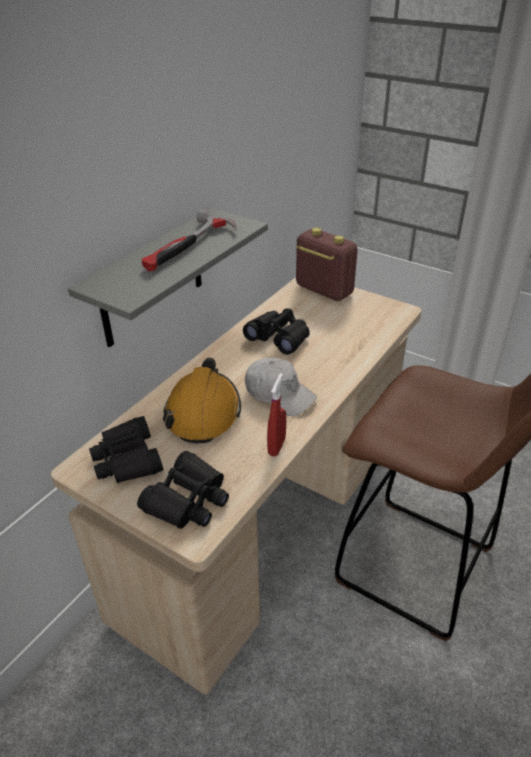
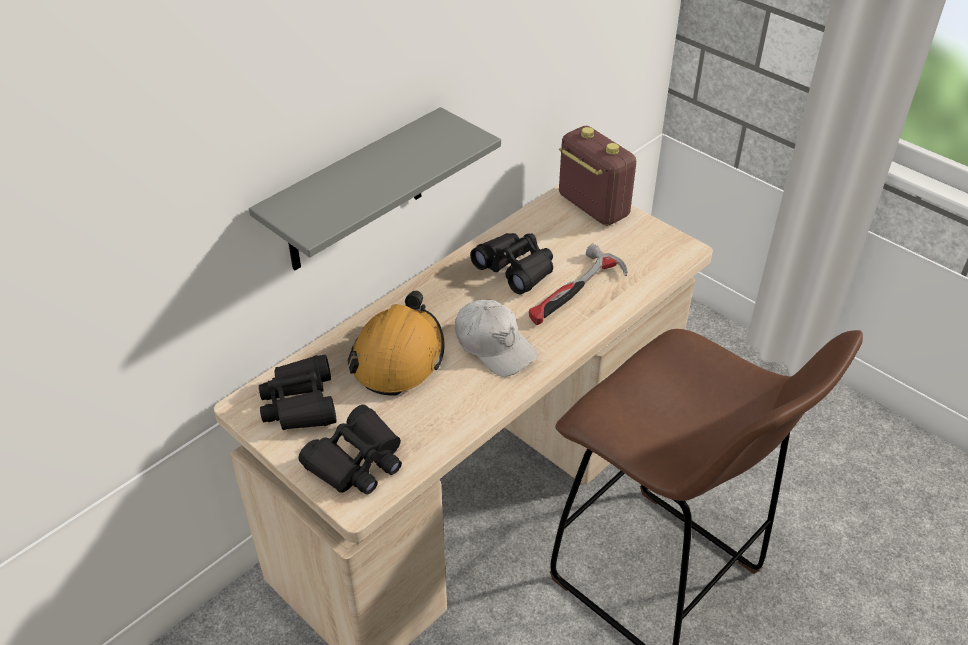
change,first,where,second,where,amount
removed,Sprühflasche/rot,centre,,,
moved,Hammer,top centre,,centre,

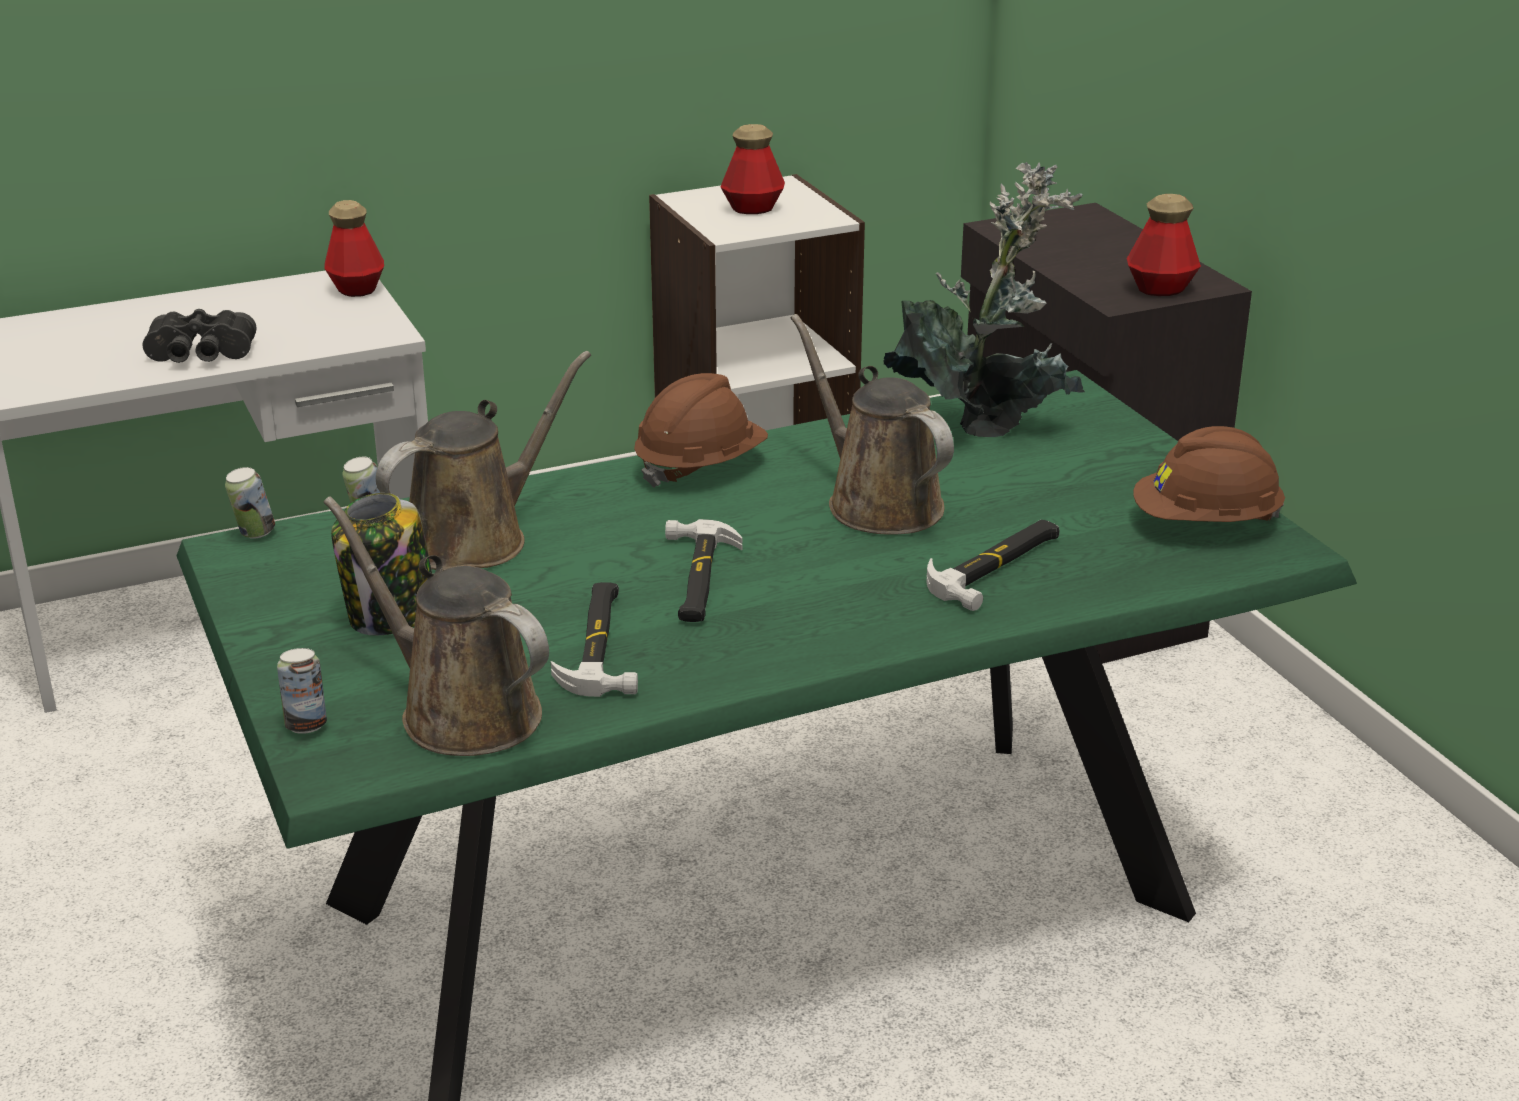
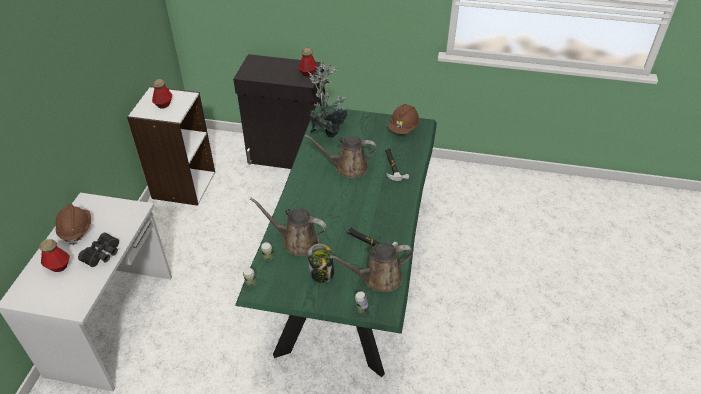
change,first,where,second,where,amount
removed,Hammer (2nd from left),centre,,,
moved,Flasche (1st from left),top left,,middle left,
moved,Schutzhelm/braun (1st from left),centre,,middle left,
turned,Gießkanne/braun (2nd from left in the first image),middle left,Gießkanne/braun (1st from left),centre,60 degrees counterclockwise

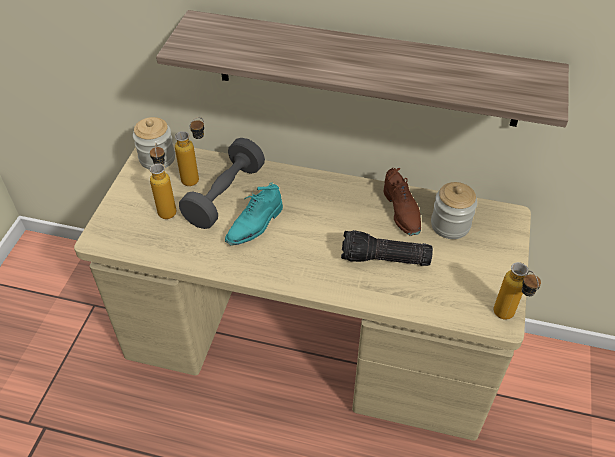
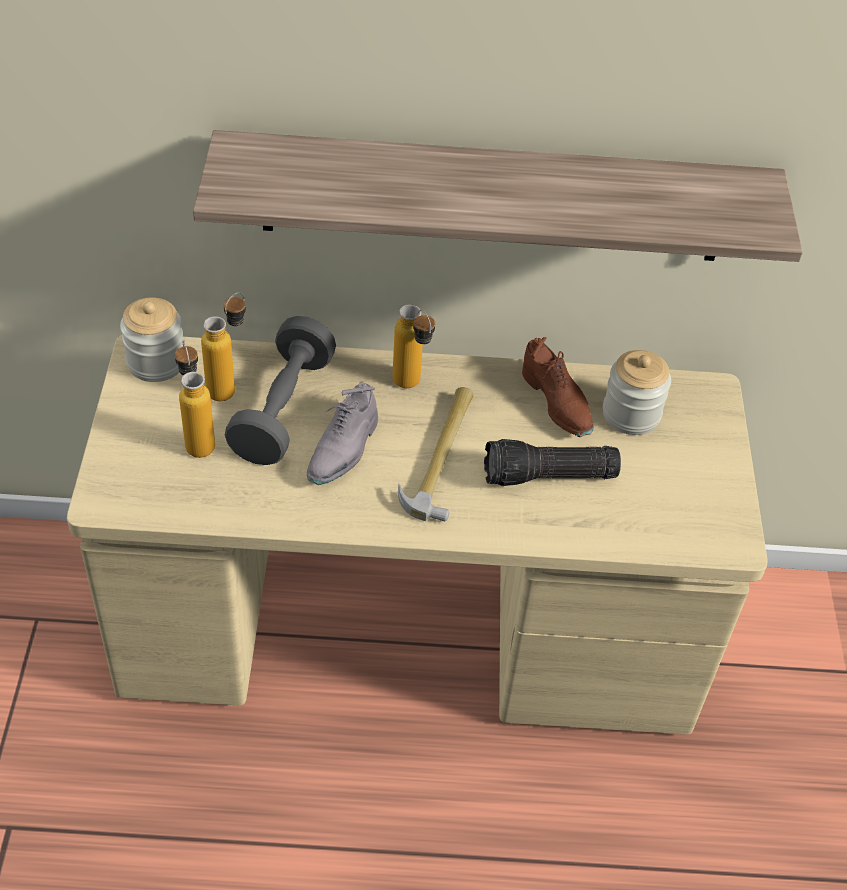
change,first,where,second,where,amount
added,,,Hammer,centre,
moved,Flasche (3rd from left),middle right,,centre,
recoloured,Schuh/türkis,centre,Schuh/grau,centre,

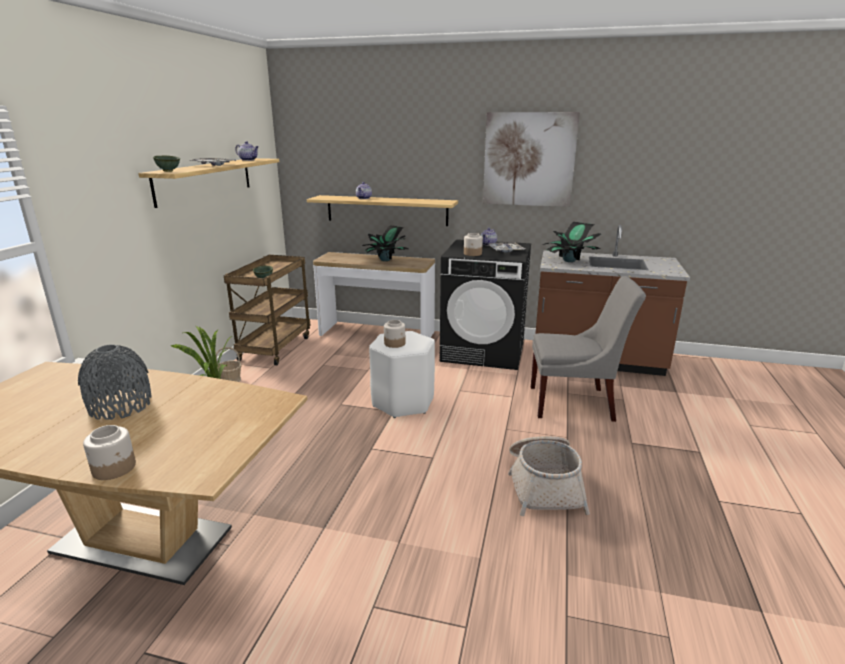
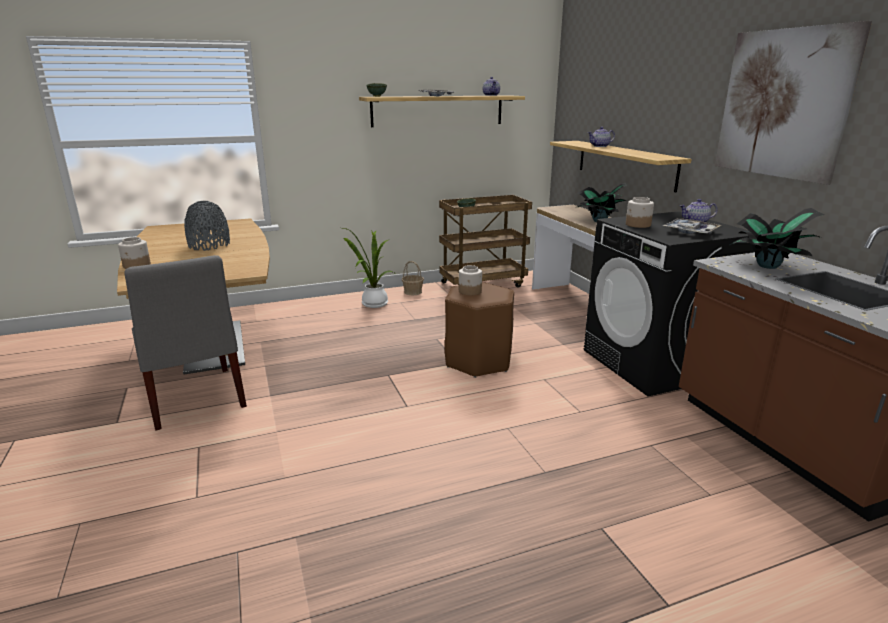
change,first,where,second,where,amount
removed,Korb (2nd from left),bottom centre,,,
moved,Stuhl/grau,middle right,,middle left,
recoloured,Hocker/weiß,centre,Hocker/braun,centre,

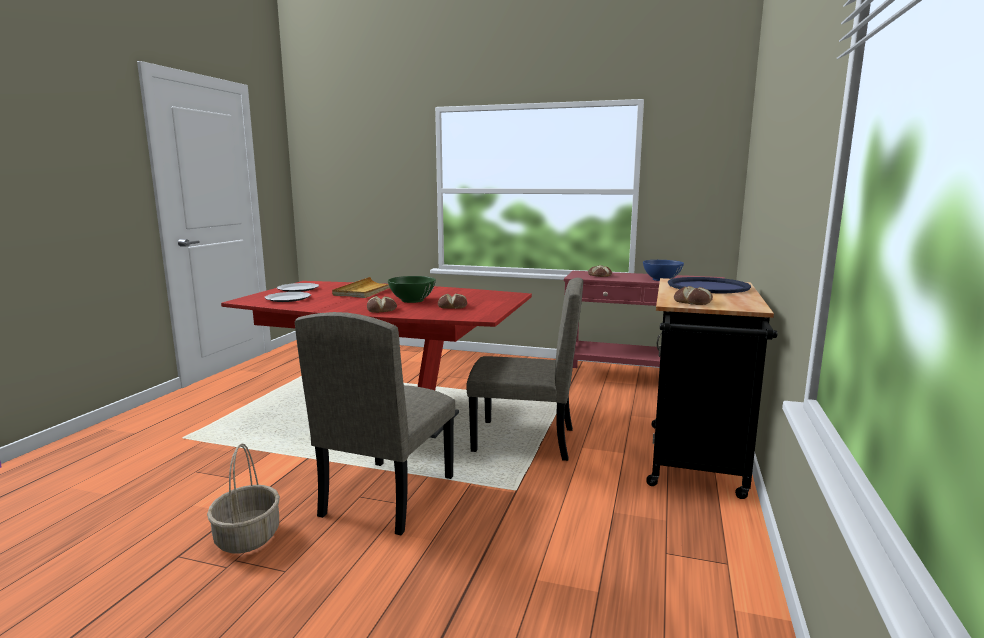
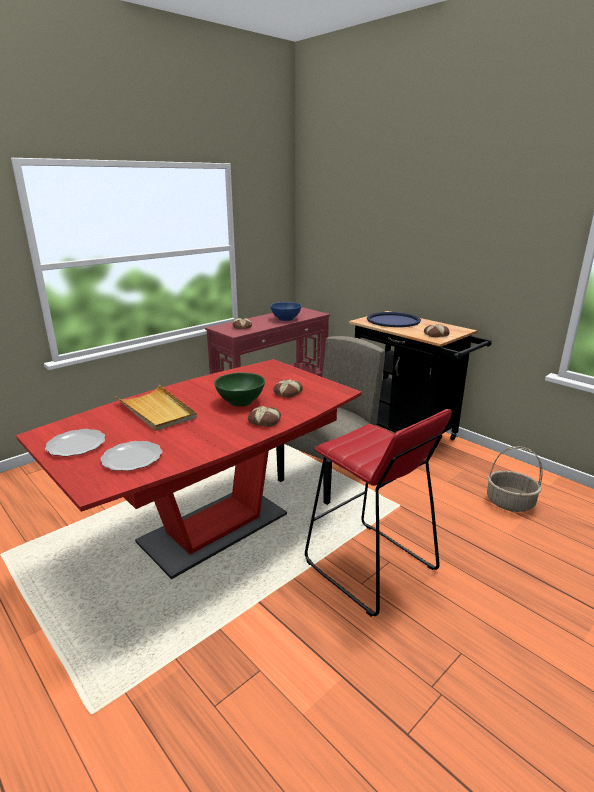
change,first,where,second,where,amount
moved,Korb,bottom left,,middle right,
replaced,Stuhl/beige (1st from left),centre,Hocker/rot,centre,

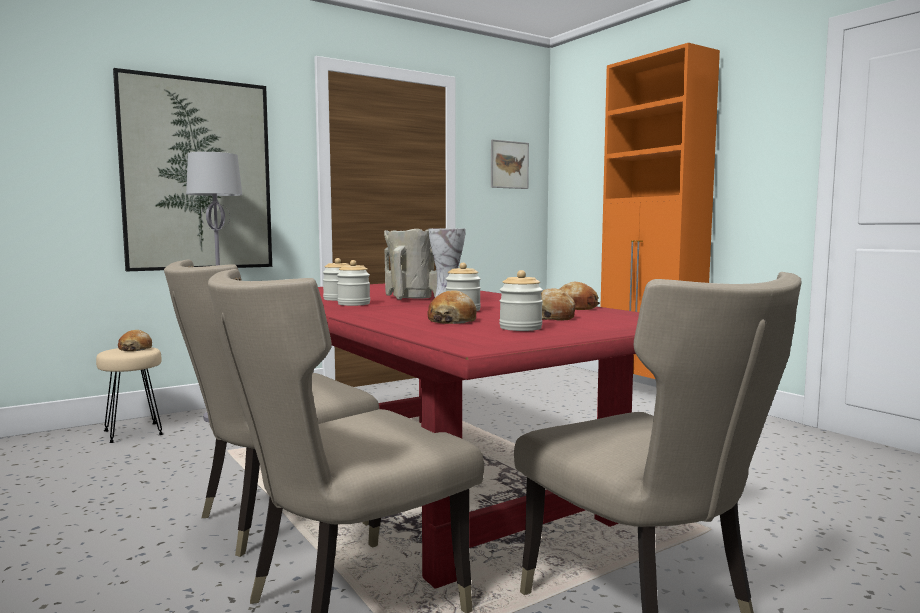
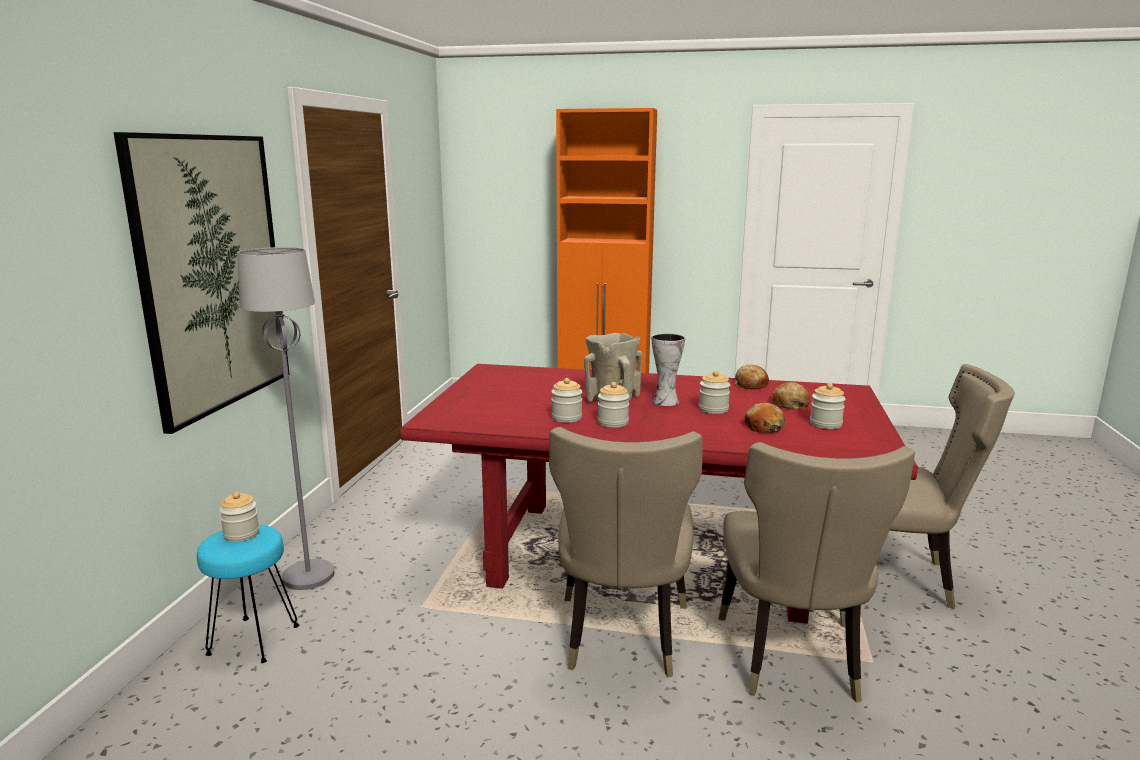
change,first,where,second,where,amount
removed,Bild (2nd from left),top centre,,,
replaced,Brot (1st from left),middle left,Vorratsglas (1st from left),bottom left,
recoloured,Hocker/beige,middle left,Hocker/türkis,bottom left,

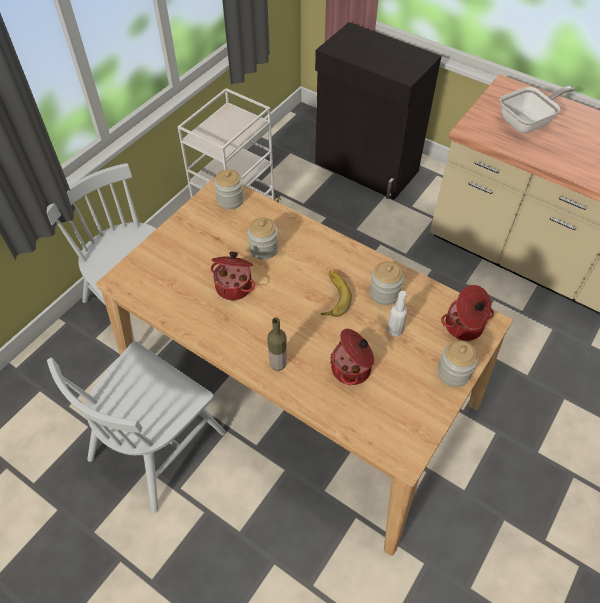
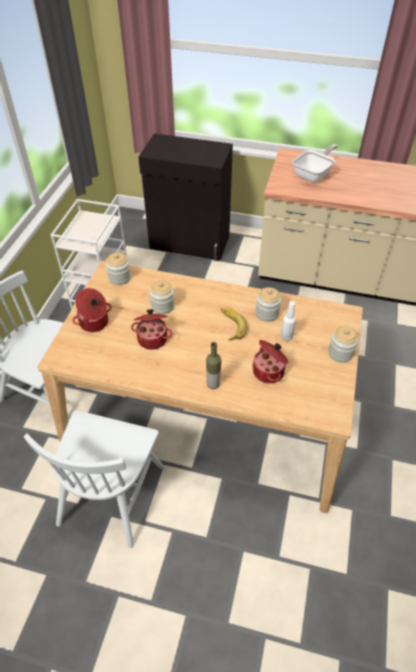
change,first,where,second,where,amount
moved,Kochtopf (3rd from left in the first image),middle right,Kochtopf (1st from left),middle left,

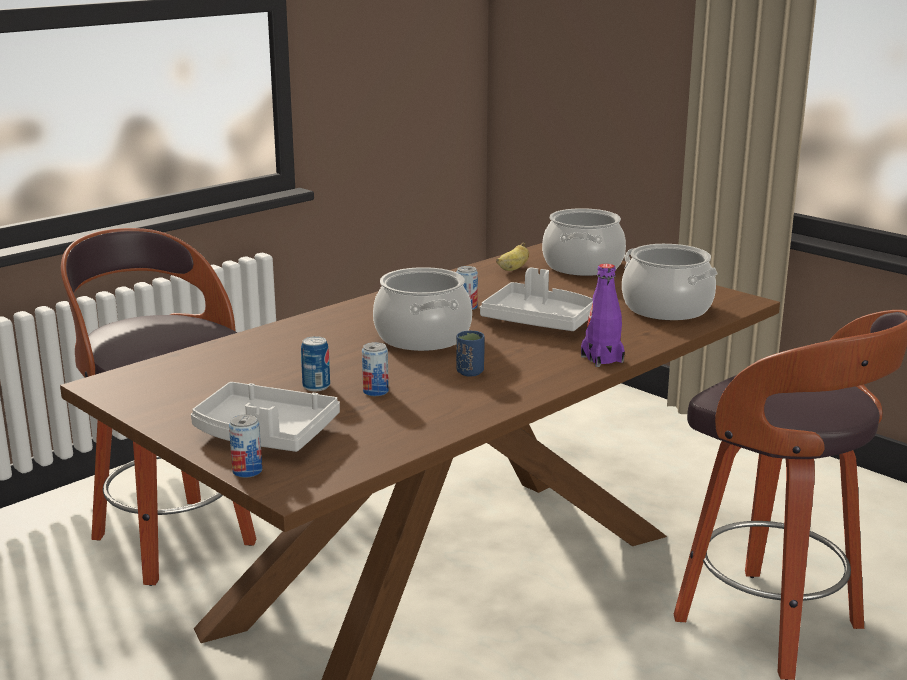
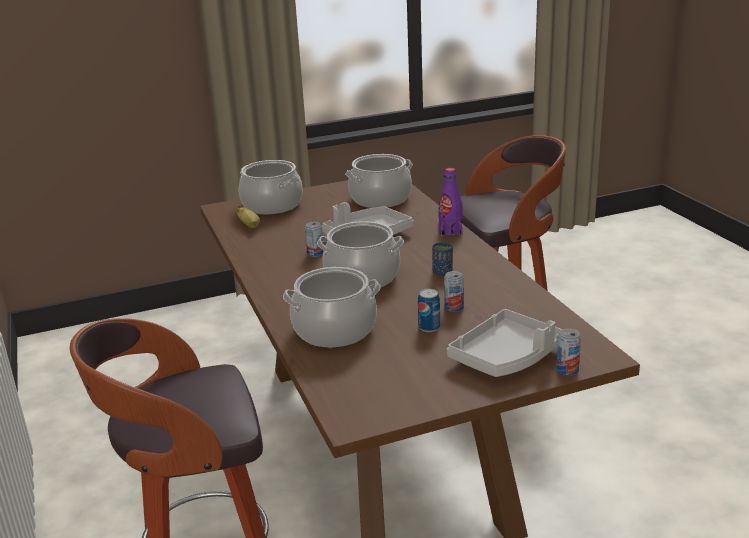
change,first,where,second,where,amount
added,,,Kochtopf (2nd from left),centre,

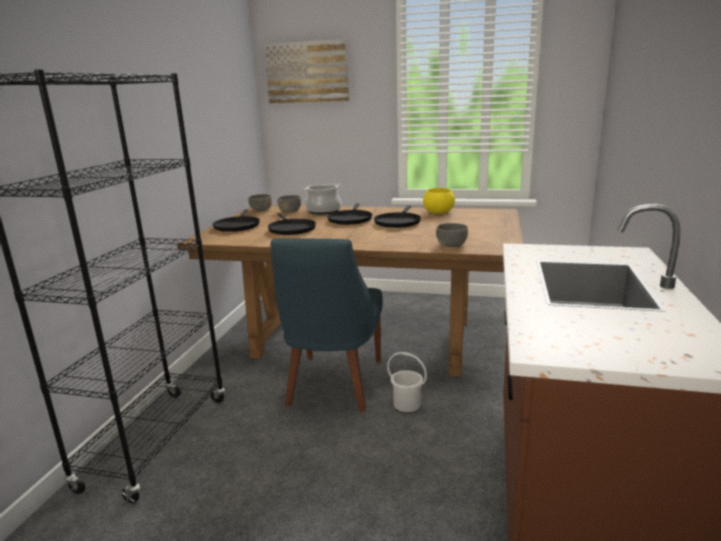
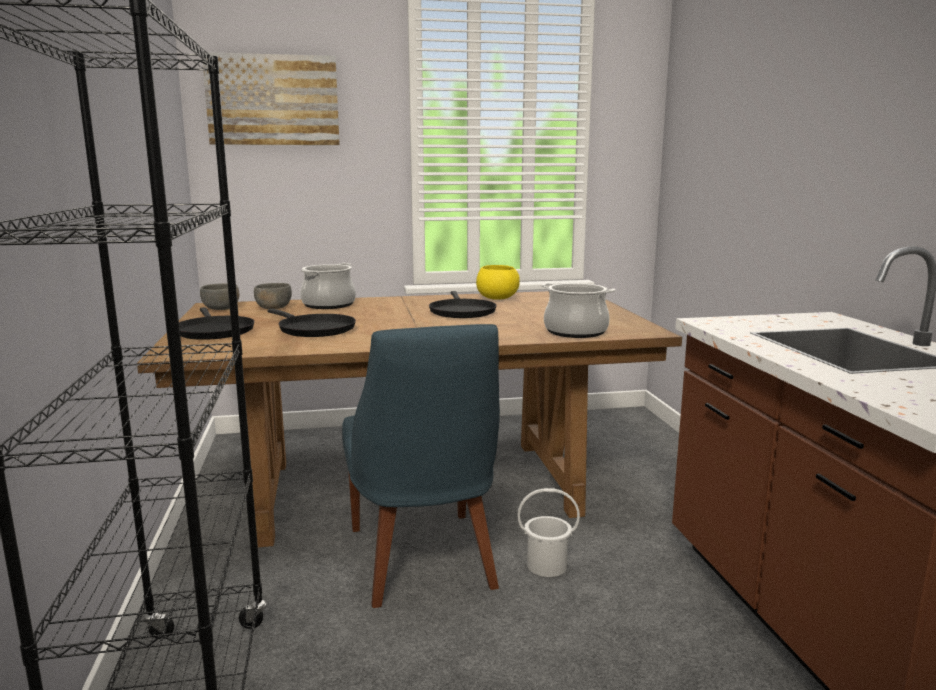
change,first,where,second,where,amount
removed,Pfanne/schwarz (3rd from left),centre,,,
replaced,Schüssel/grau (3rd from left),centre,Kochtopf (2nd from left),centre,

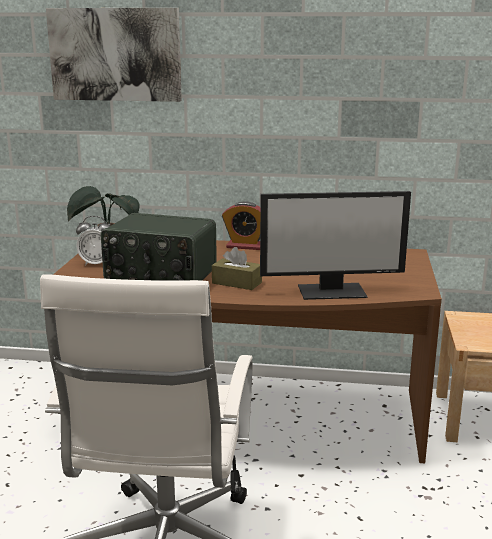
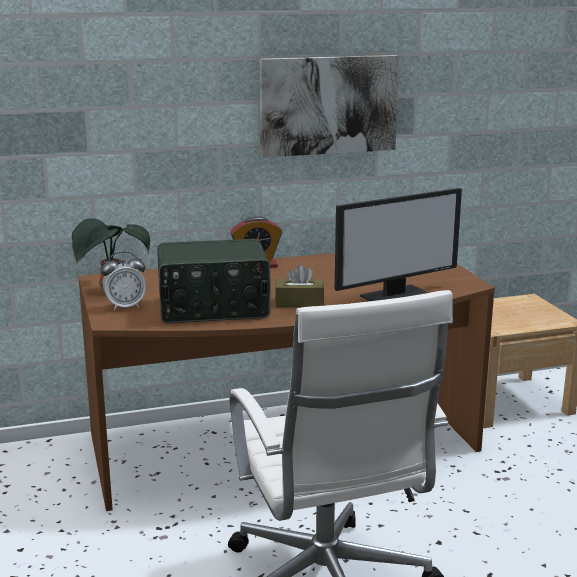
change,first,where,second,where,amount
moved,Bild,top left,,top centre,

